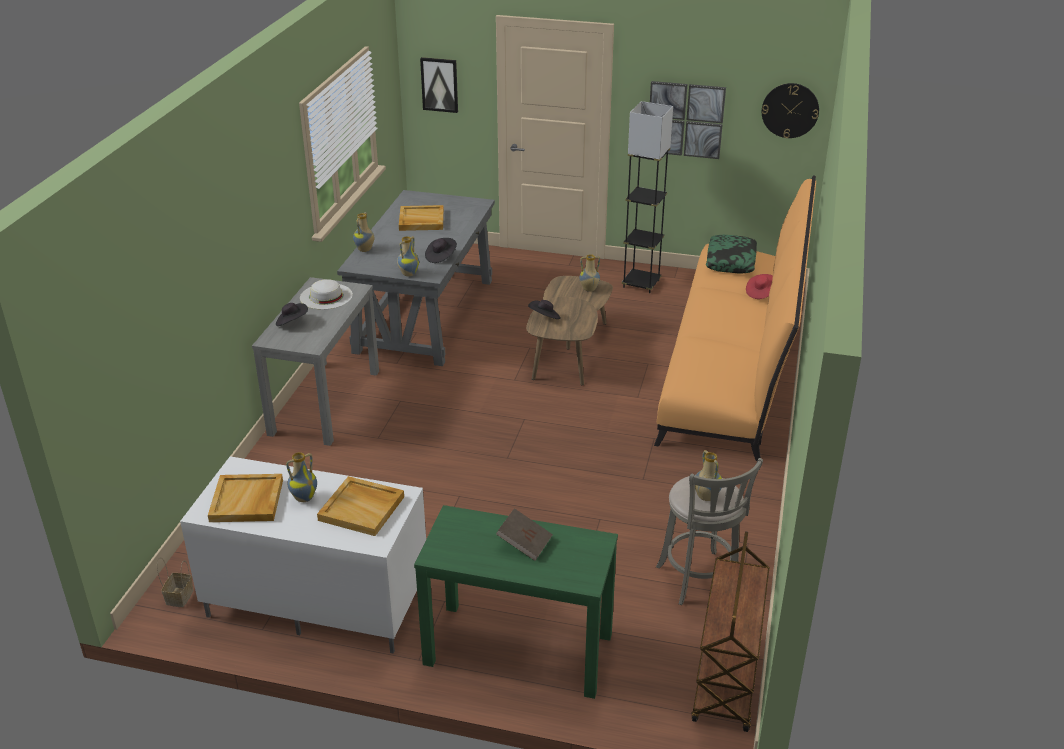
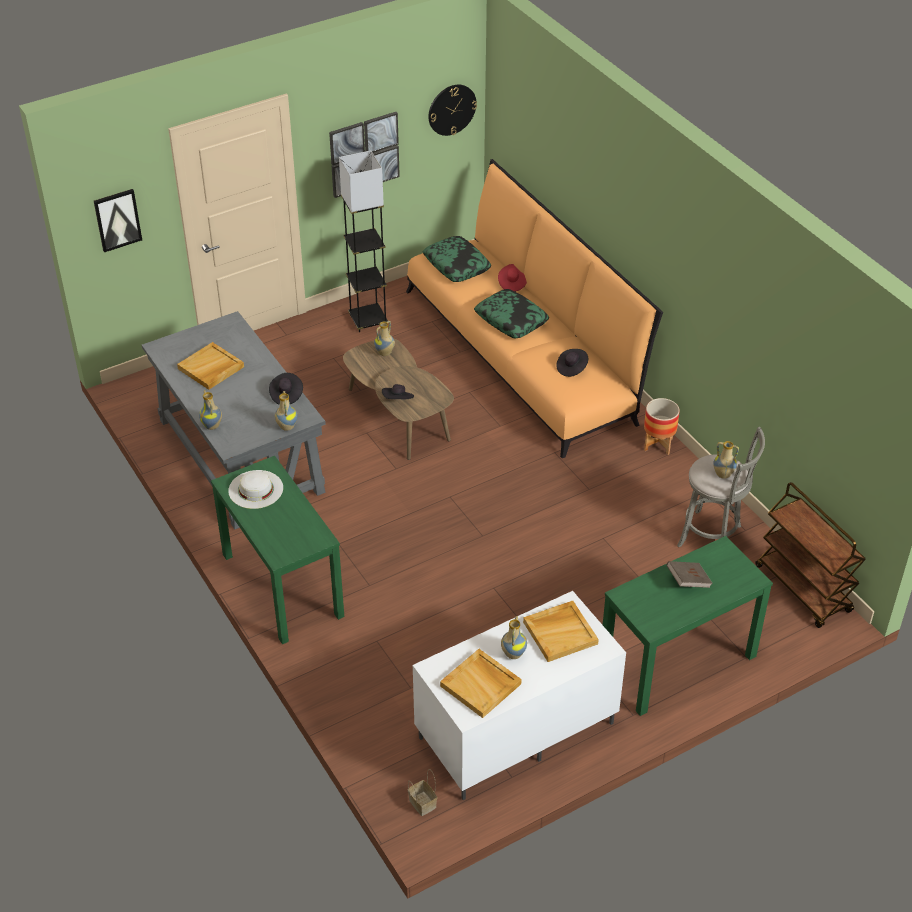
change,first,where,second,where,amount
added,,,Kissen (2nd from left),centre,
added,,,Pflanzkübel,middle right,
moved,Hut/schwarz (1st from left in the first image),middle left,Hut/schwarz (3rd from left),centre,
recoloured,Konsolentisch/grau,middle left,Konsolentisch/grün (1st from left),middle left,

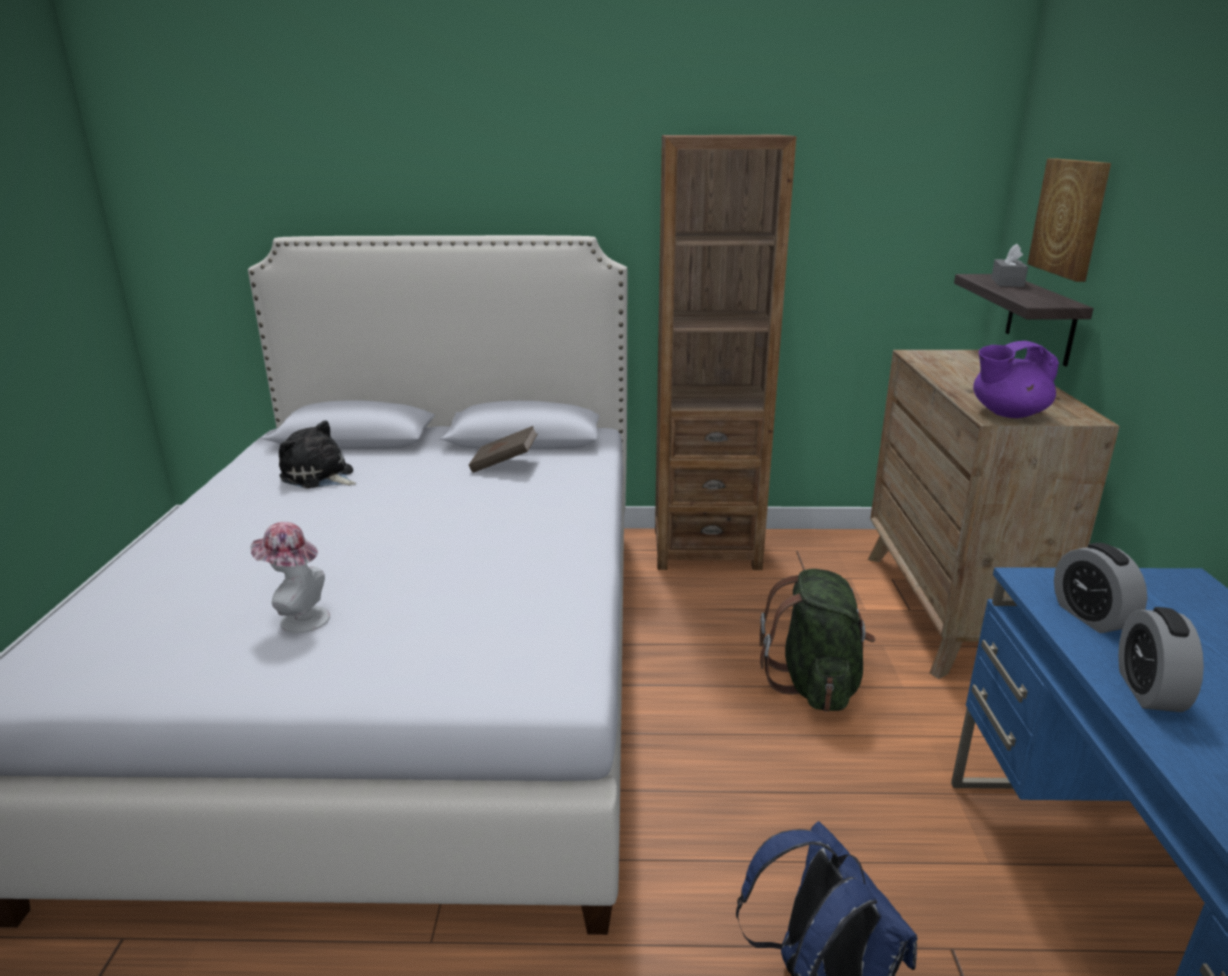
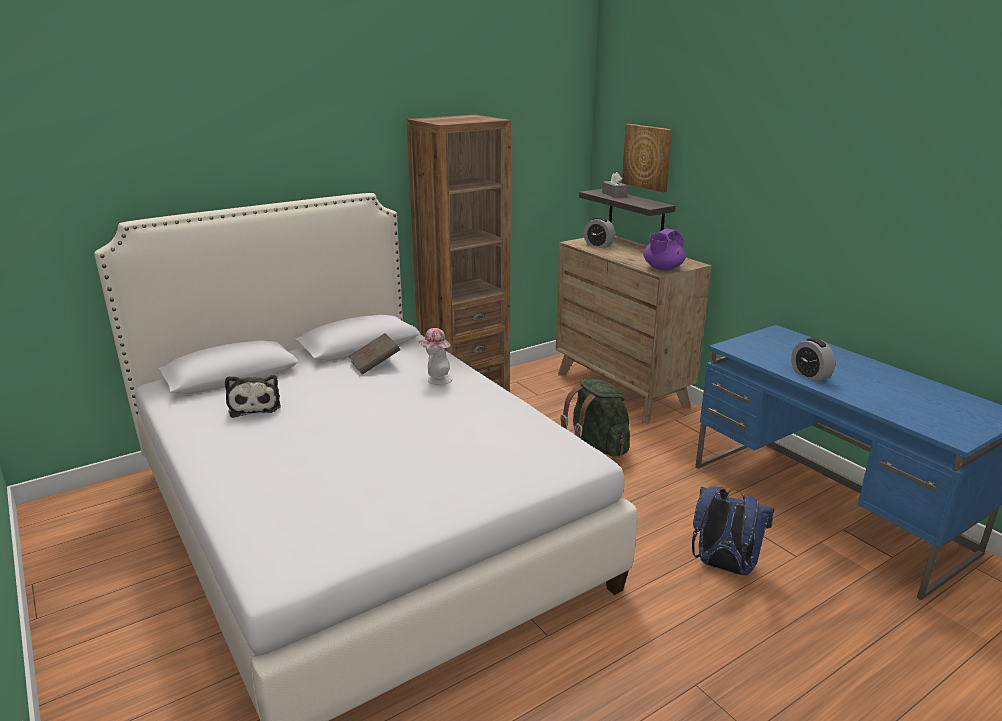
change,first,where,second,where,amount
moved,Hut,middle left,,centre,
moved,Wecker (1st from left),middle right,,top centre,
turned,Plüschtier,middle left,,middle left,105 degrees counterclockwise

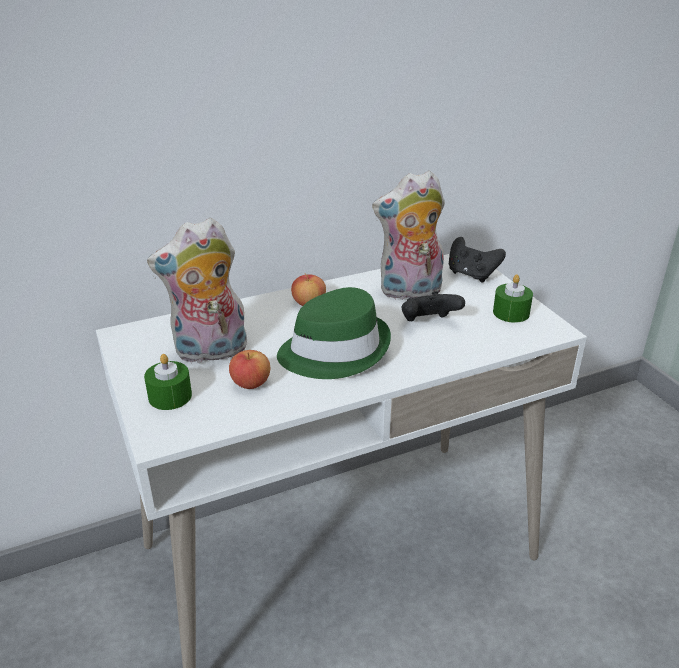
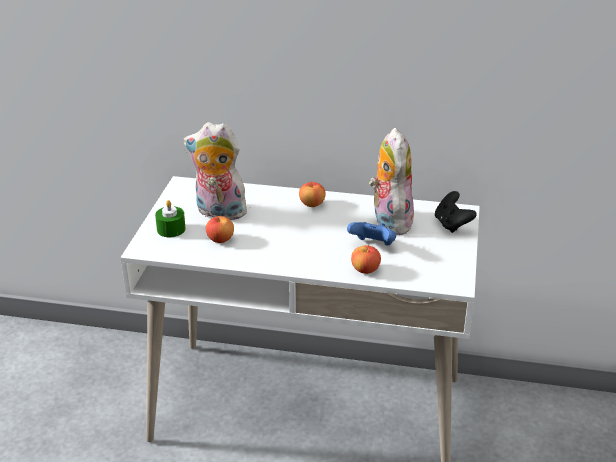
change,first,where,second,where,amount
removed,Hut/grün,centre,,,
removed,Kerze/grün (2nd from left),middle right,,,
added,,,Apfel (3rd from left),centre,
recoloured,Gamepad/schwarz (1st from left),centre,Gamepad/blau,centre,
turned,Plüschtier (2nd from left),centre,,centre,60 degrees clockwise

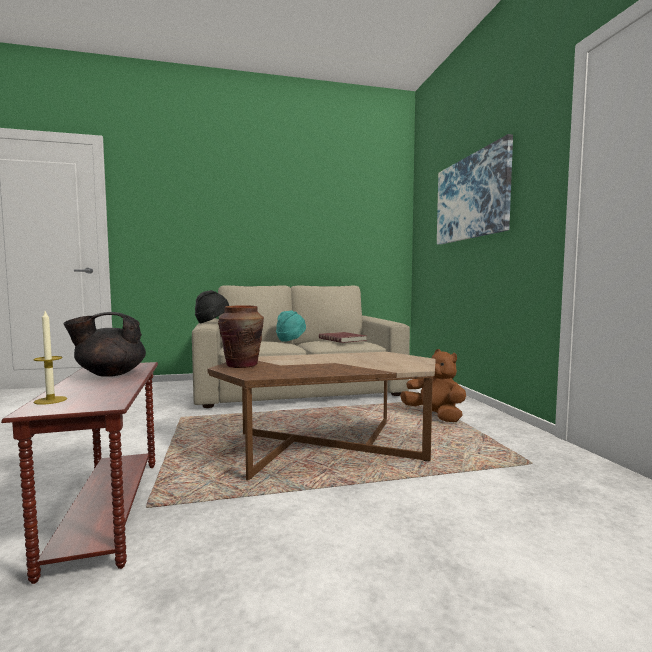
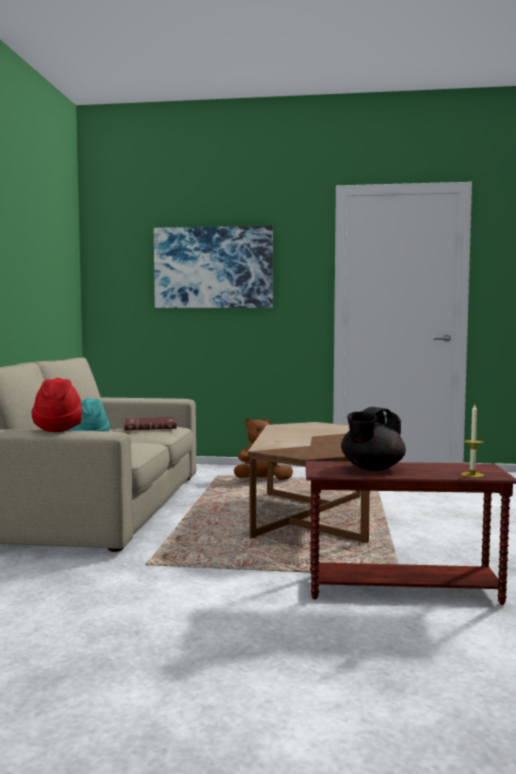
change,first,where,second,where,amount
removed,Vase/braun,centre,,,
recoloured,Hut/schwarz,middle left,Hut/rot,middle left,
turned,Teekanne/schwarz,middle left,,middle right,45 degrees clockwise

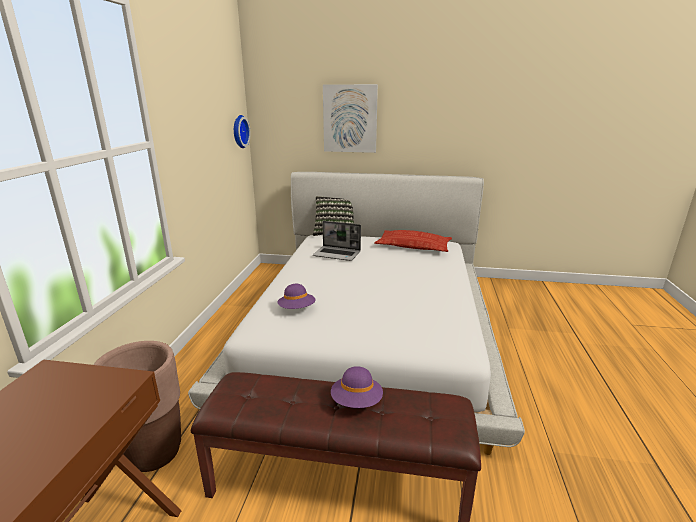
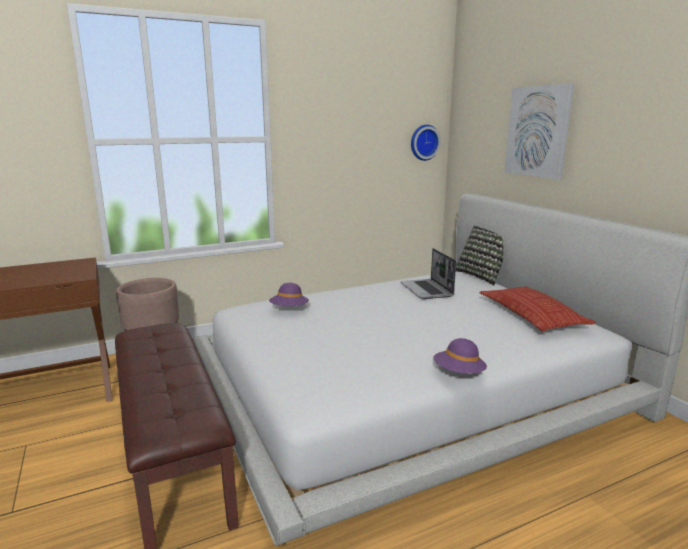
change,first,where,second,where,amount
moved,Hut/lila (2nd from left),bottom centre,,middle right,

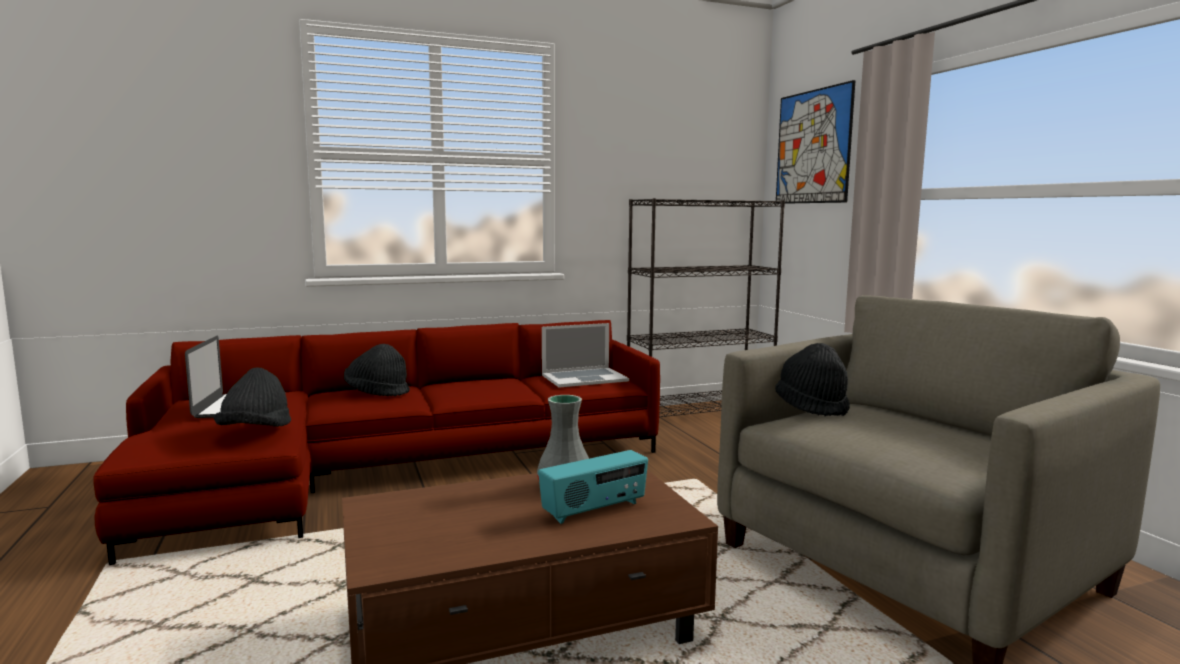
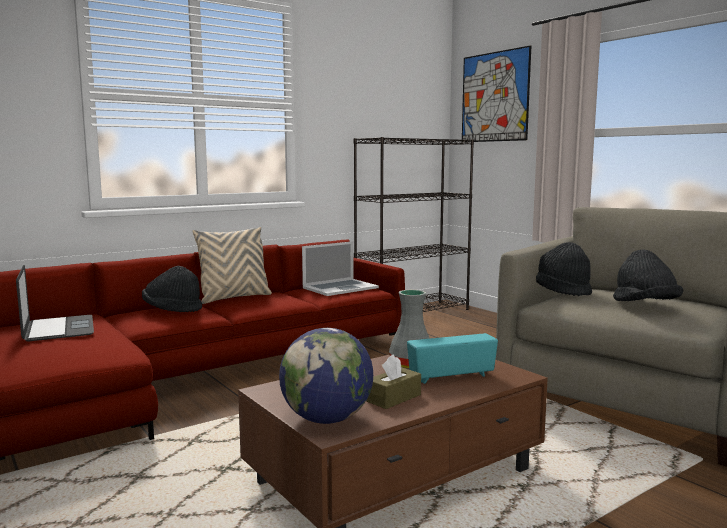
change,first,where,second,where,amount
added,,,Kissen/beige,middle left,
added,,,Globus,bottom centre,
added,,,Taschentuchbox/braun,bottom centre,
moved,Hut/schwarz (1st from left in the first image),middle left,Hut/schwarz (3rd from left),middle right,
turned,Radio,bottom centre,,bottom centre,150 degrees counterclockwise

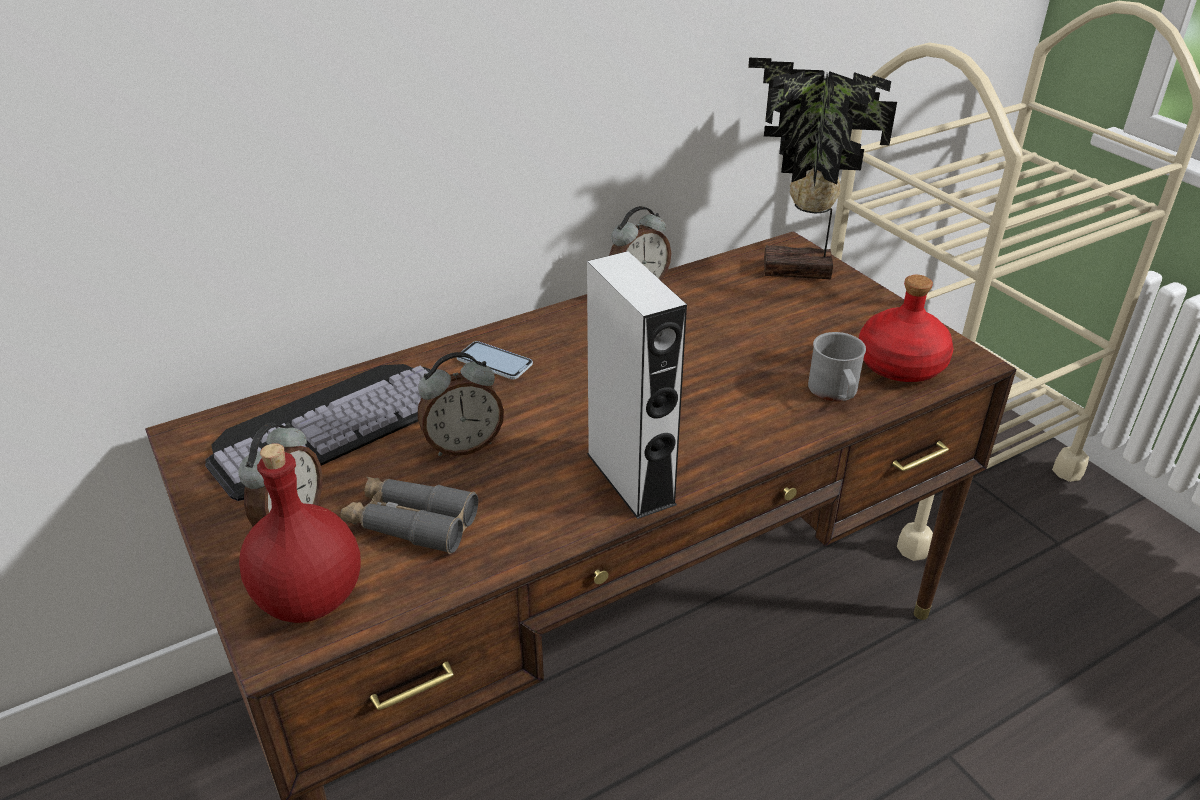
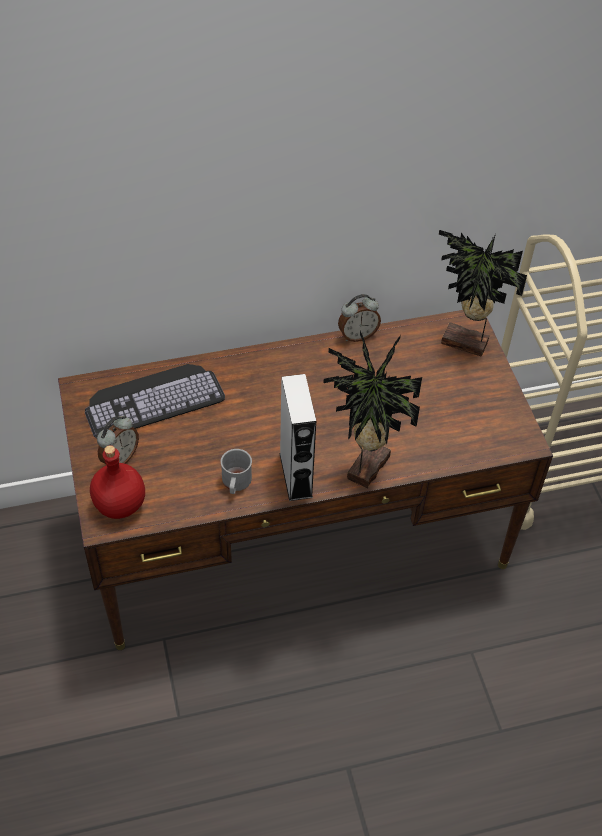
change,first,where,second,where,amount
removed,Fernglas/grau,centre,,,
removed,Wecker (2nd from left),centre,,,
removed,Handy,centre,,,
removed,Flasche/rot (2nd from left),middle right,,,
added,,,Topfpflanze (1st from left),centre,
moved,Henkelbecher/grau,middle right,,centre,

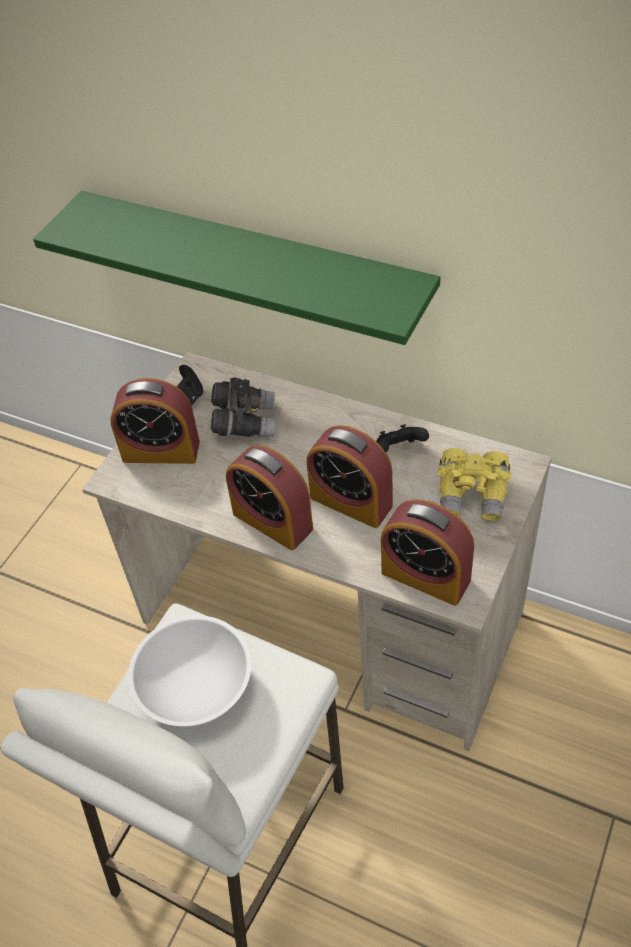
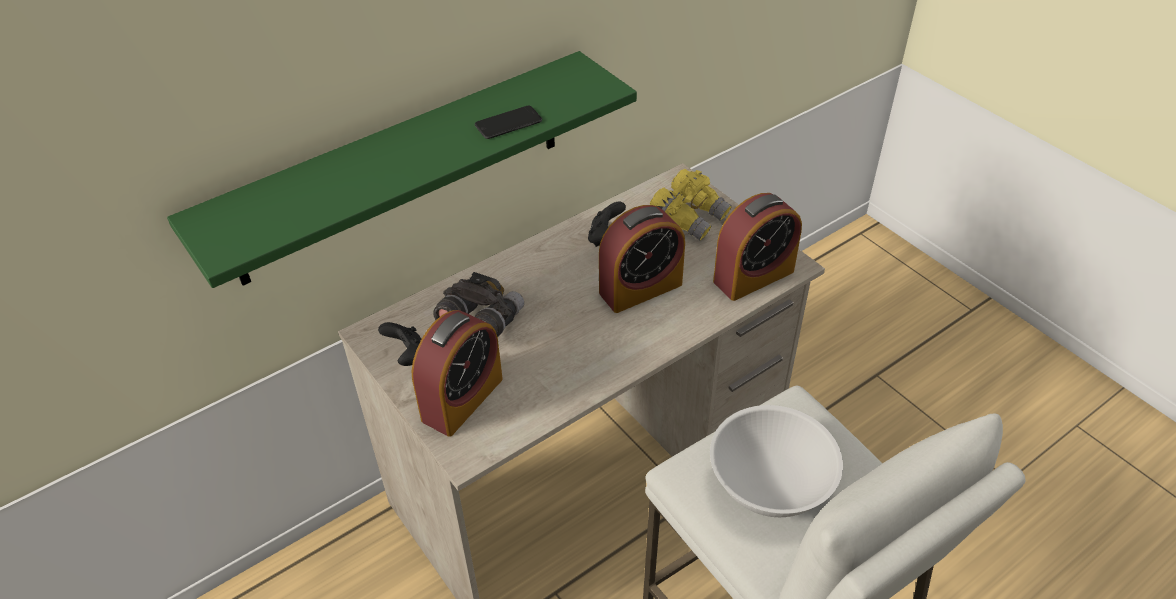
change,first,where,second,where,amount
removed,Wecker (2nd from left),centre,,,
added,,,Handy,top centre,

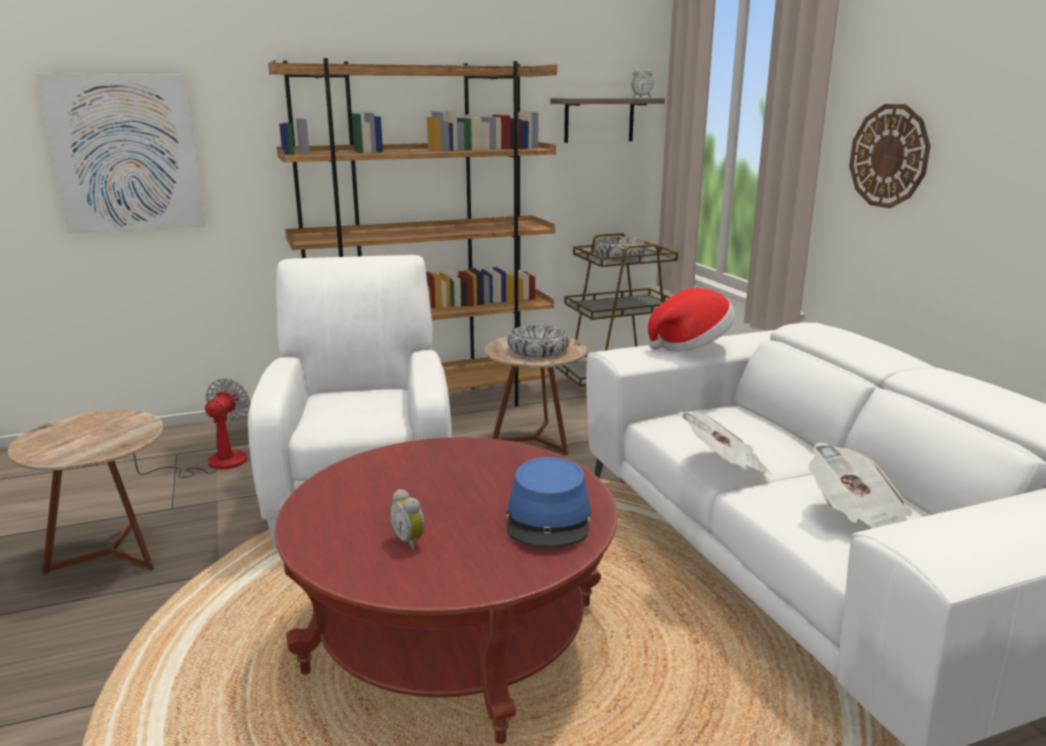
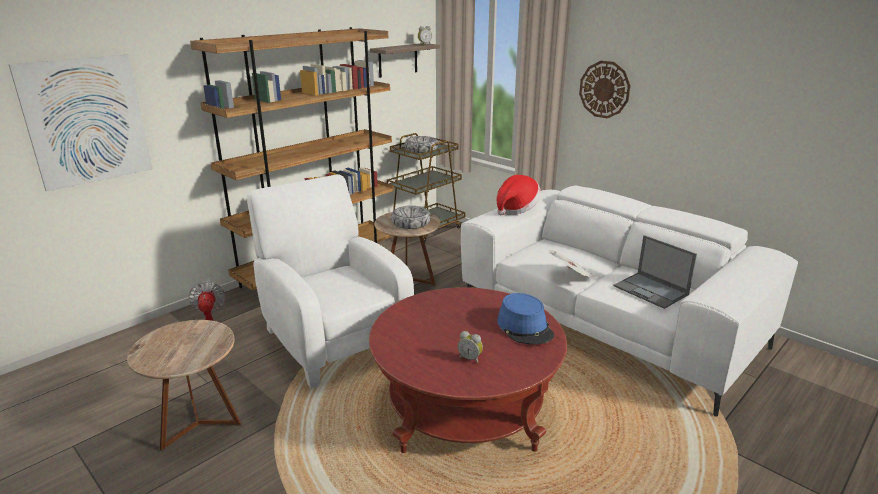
change,first,where,second,where,amount
replaced,Zeitung (2nd from left),middle right,Laptop,middle right,

